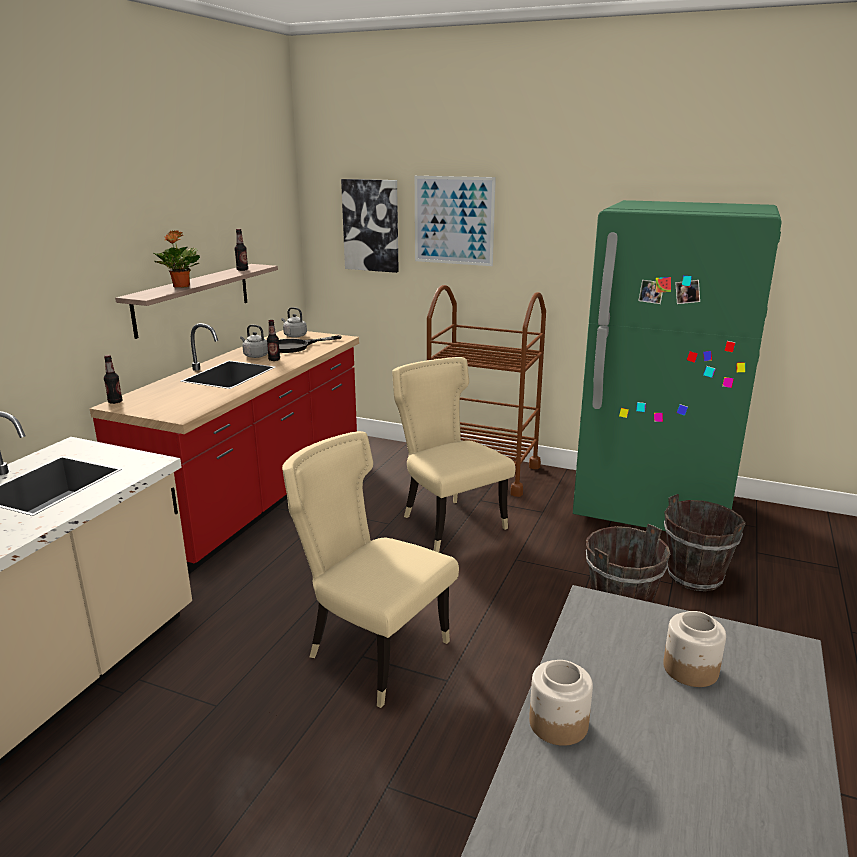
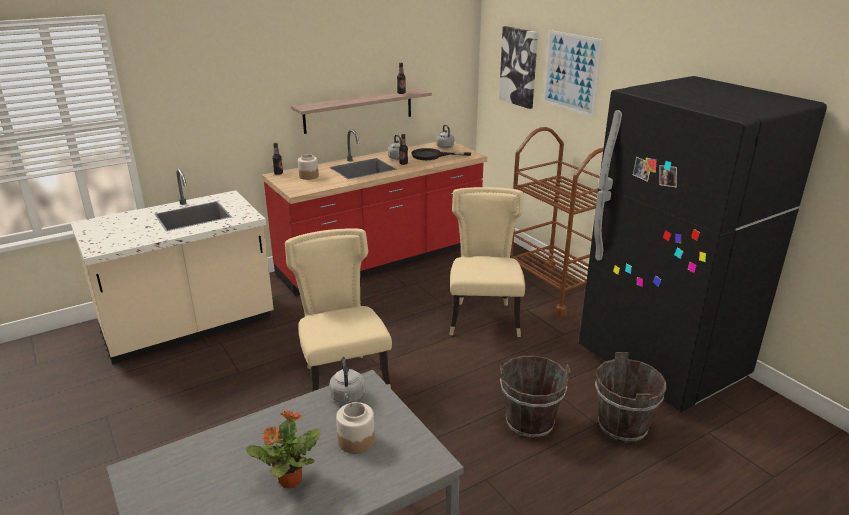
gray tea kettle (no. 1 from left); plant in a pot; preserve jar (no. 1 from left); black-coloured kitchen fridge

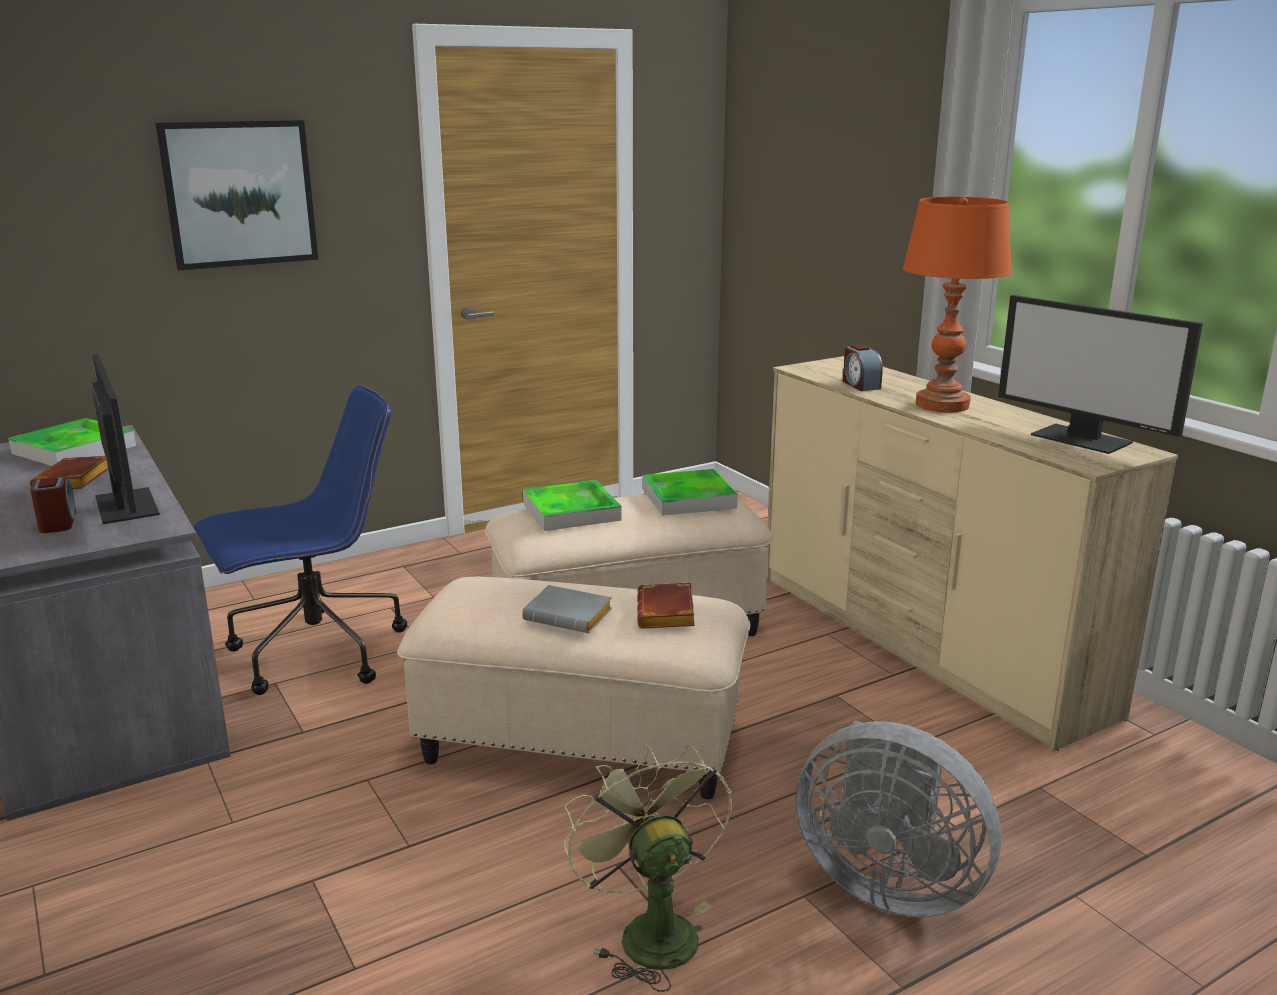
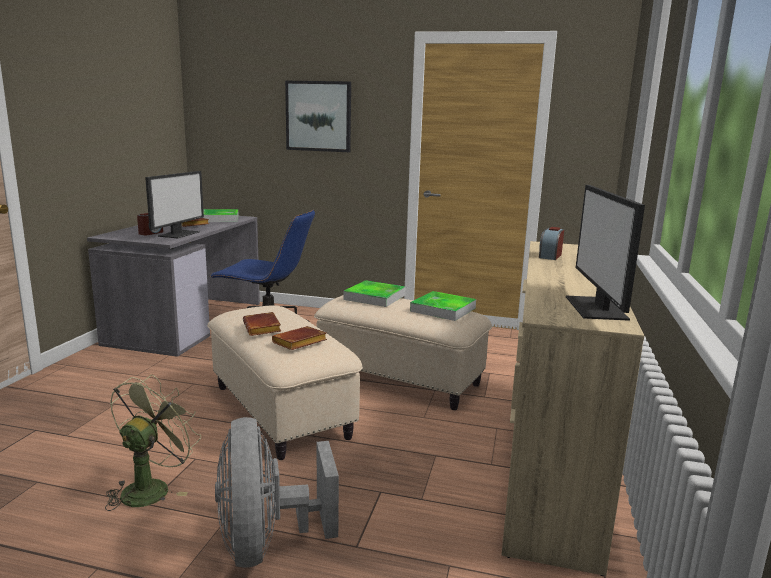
orangey lamp for a table; brown volume (no. 2 from left)

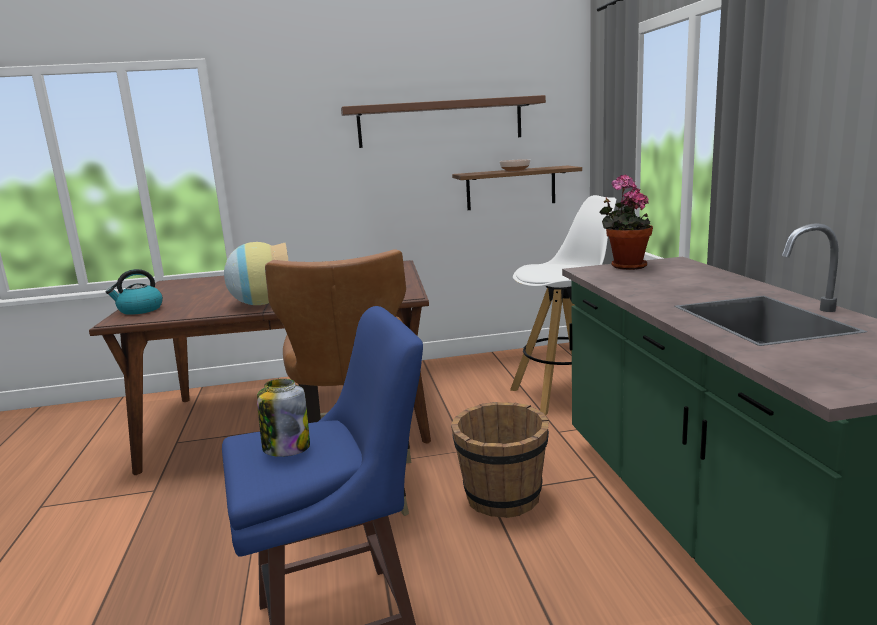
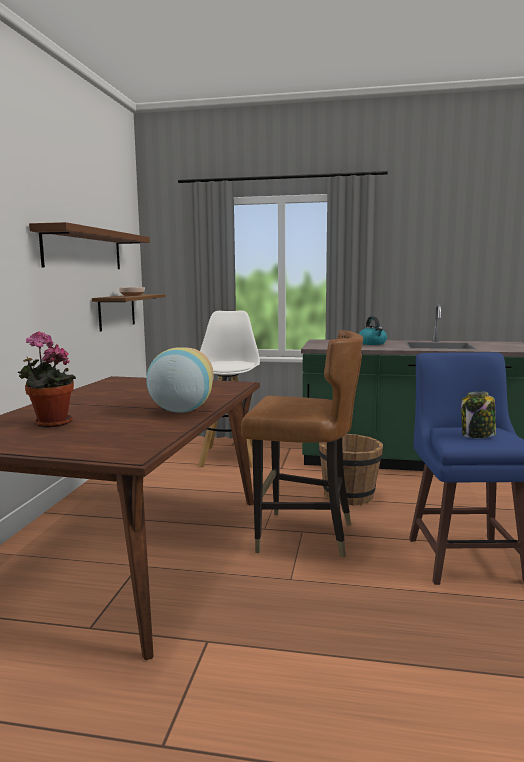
tea kettle; plant in a pot

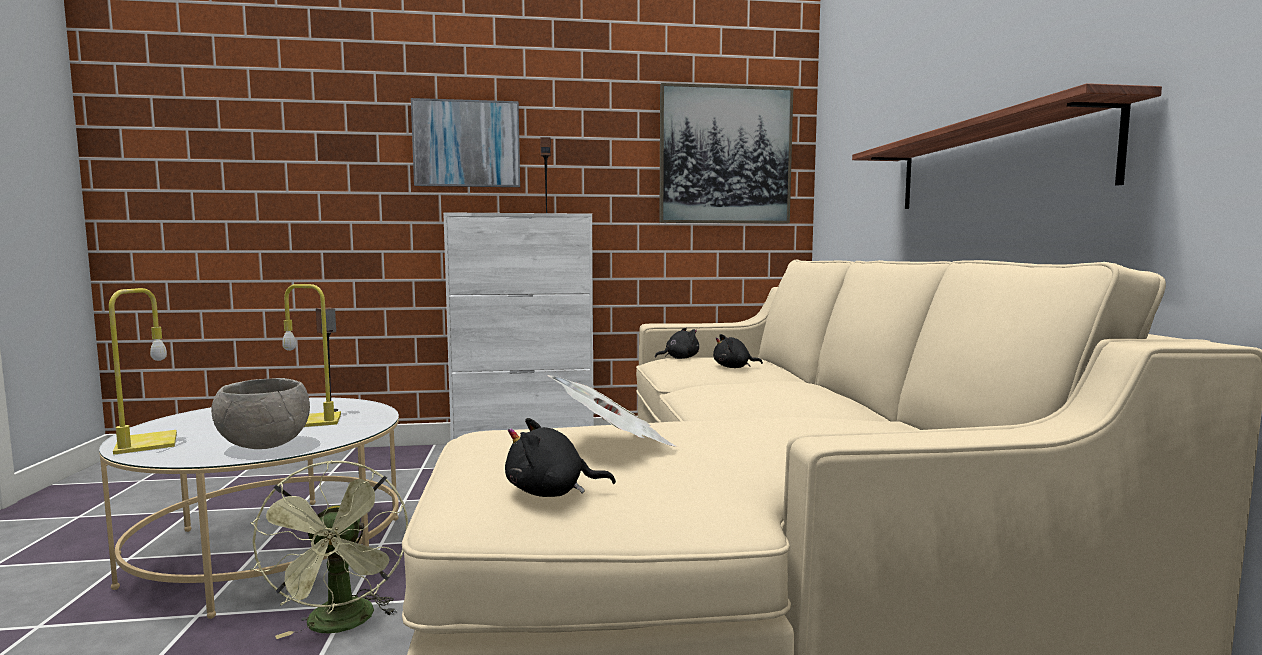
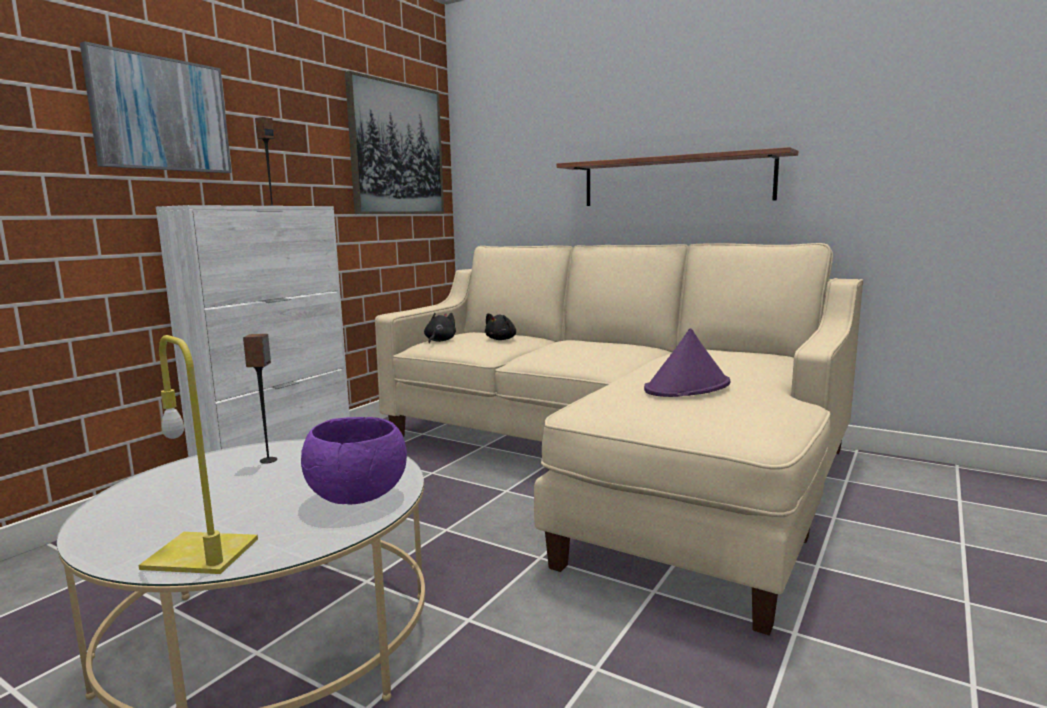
greenish cooling fan; yellow-coloured lamp for a table (no. 2 from left in the first image); black-coloured plush toy (no. 1 from left in the first image); purplish clothing hat; purplish serving bowl

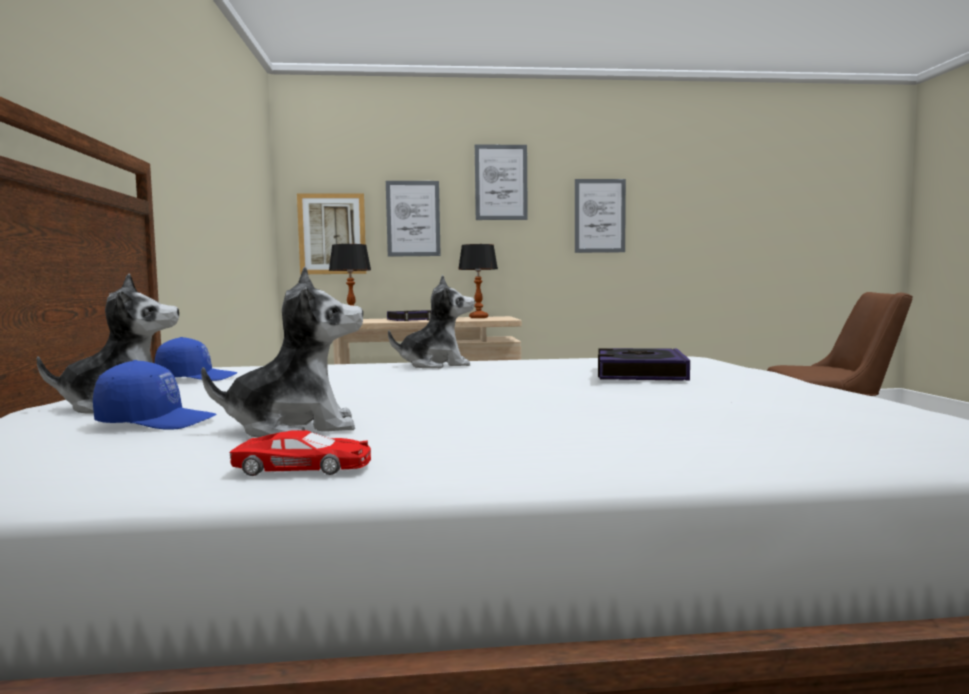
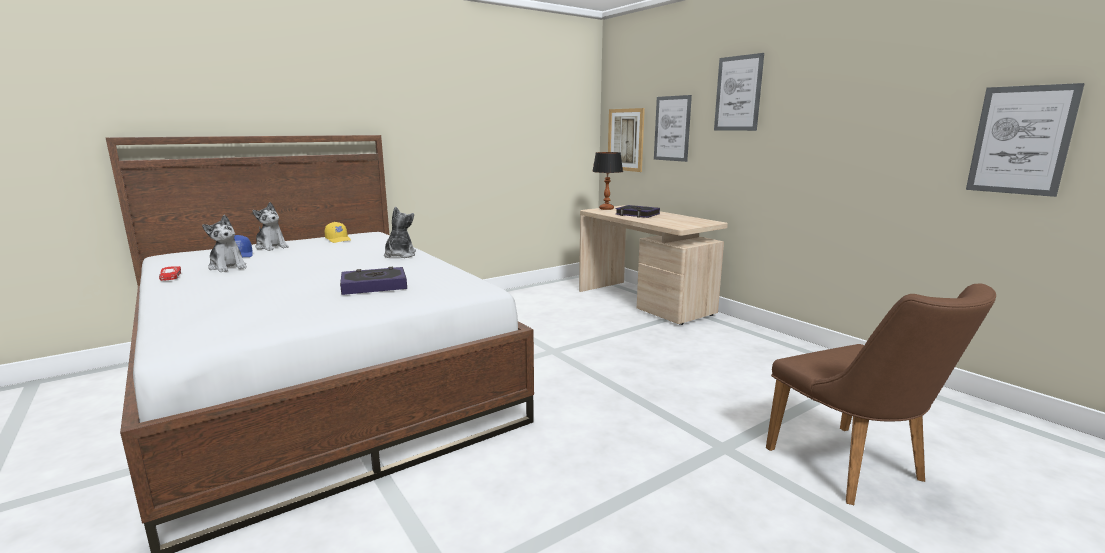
lamp for a table (no. 2 from left in the first image); wall picture (no. 4 from left); yellow-coloured baseball cap; plush toy (no. 3 from left)

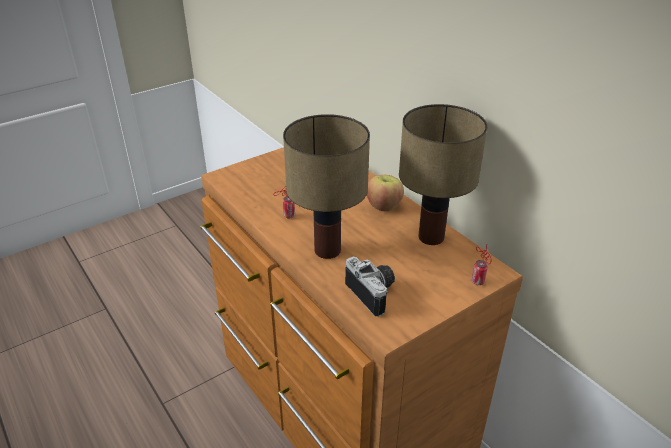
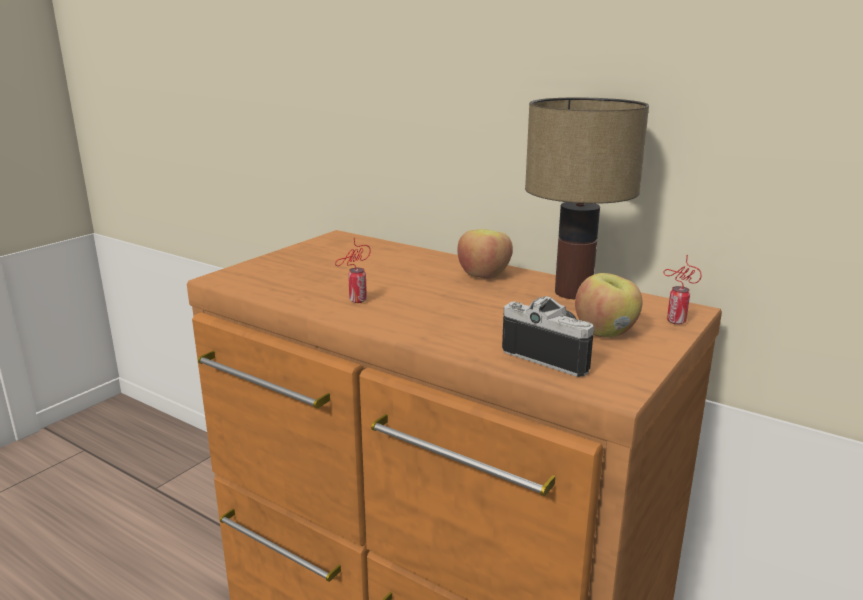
lamp for a table (no. 1 from left in the first image); apple fruit (no. 2 from left)

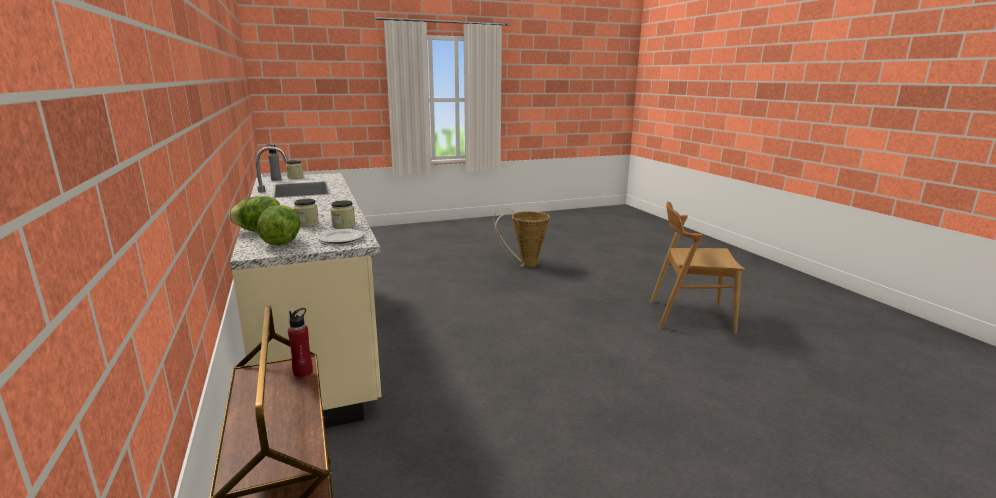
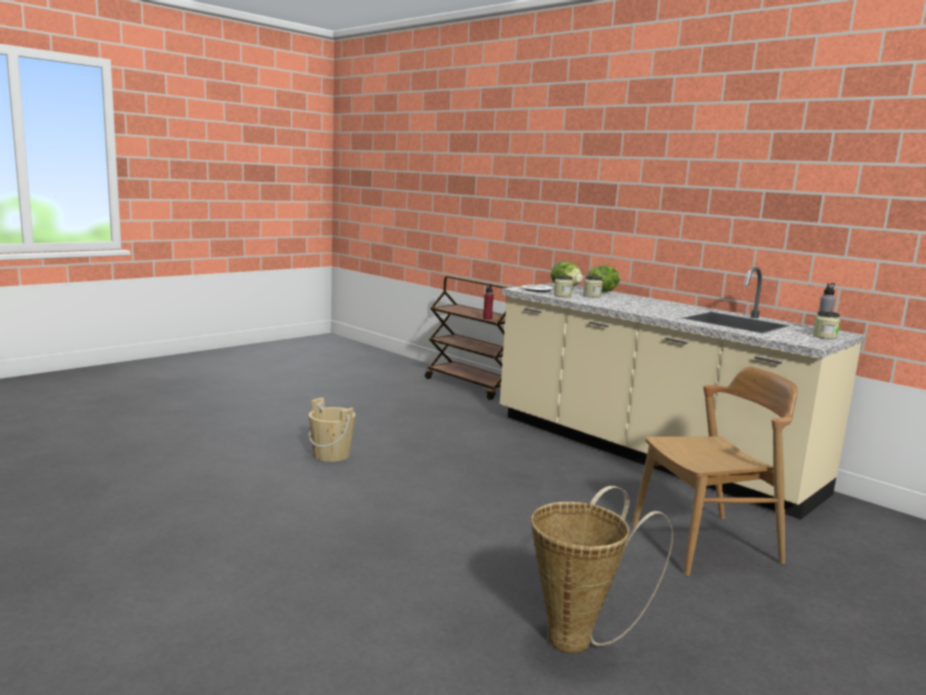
beige-coloured bucket; brown plain chair

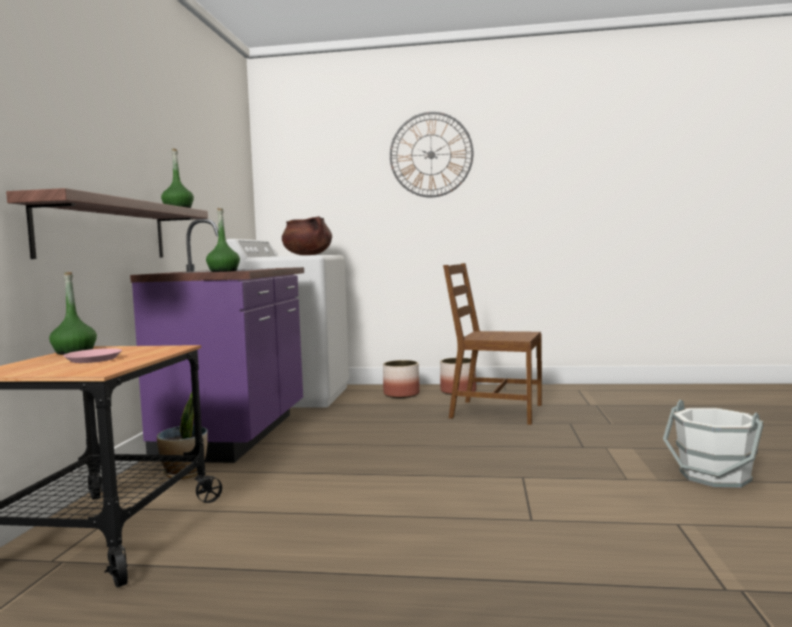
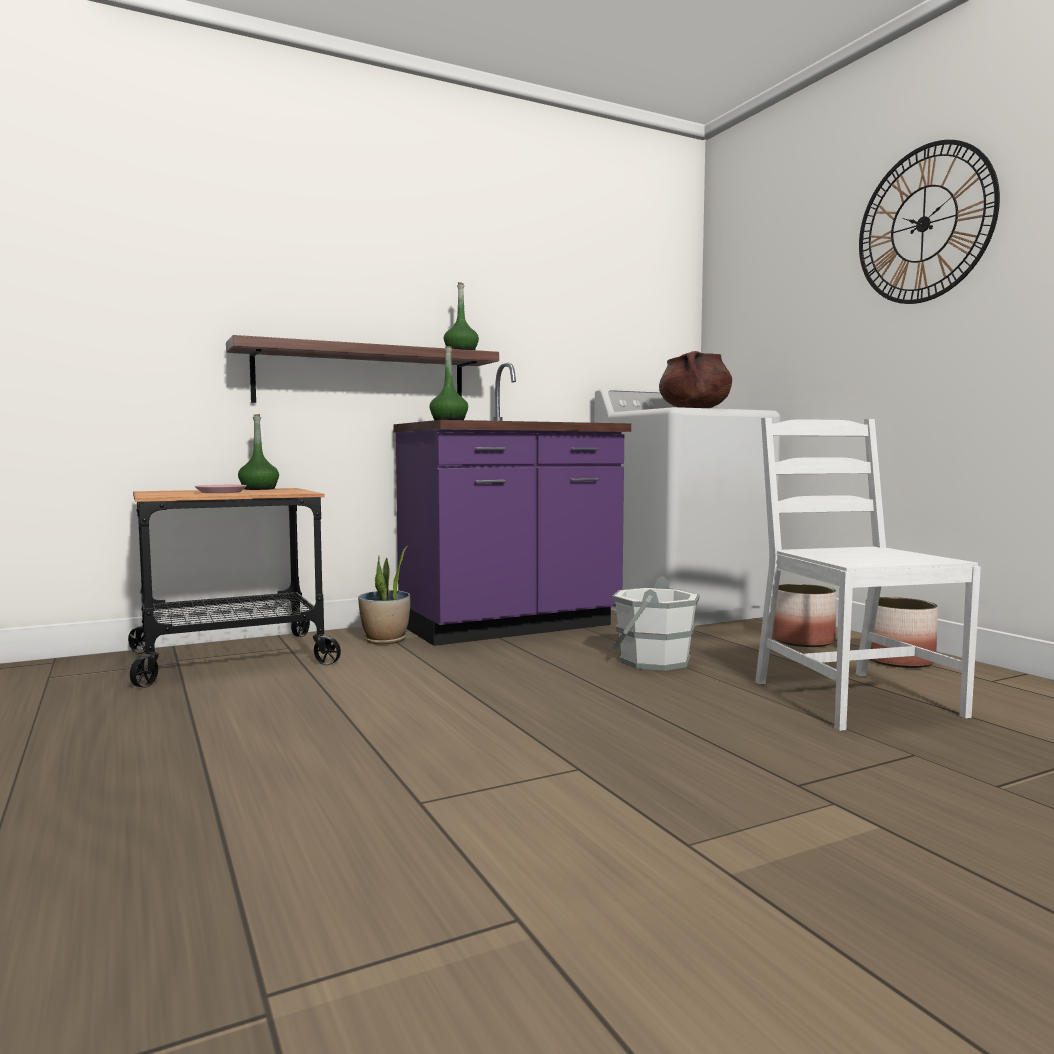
white-coloured bucket; white-coloured plain chair

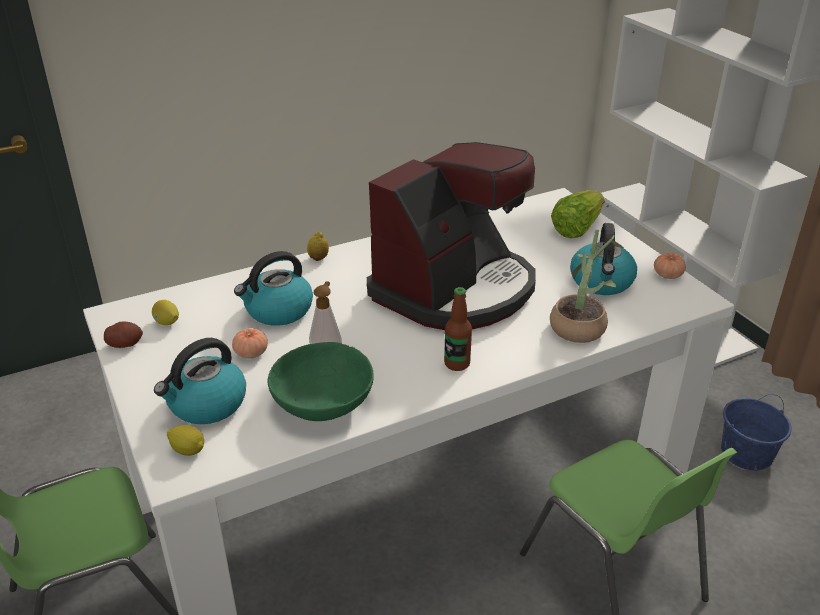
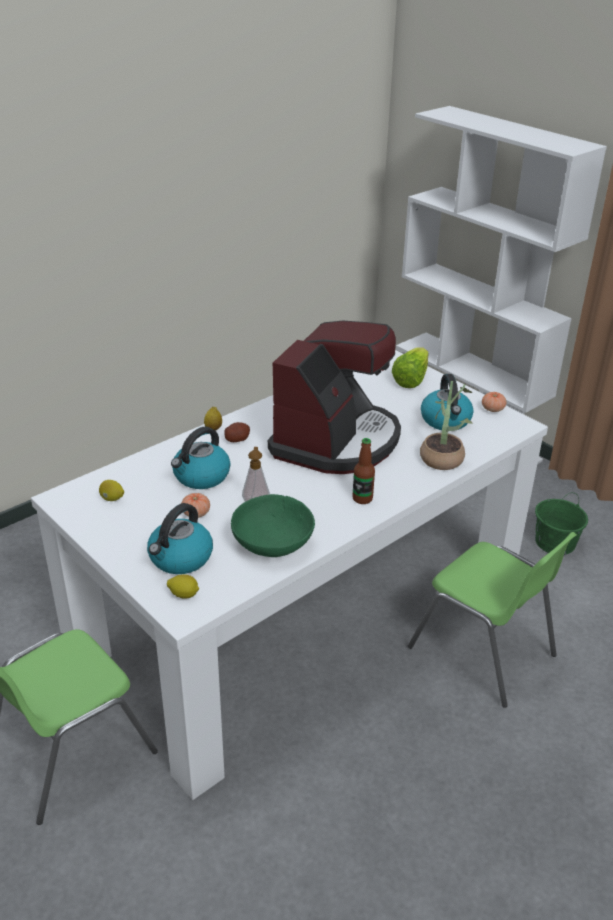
whole potato; greenish bucket

